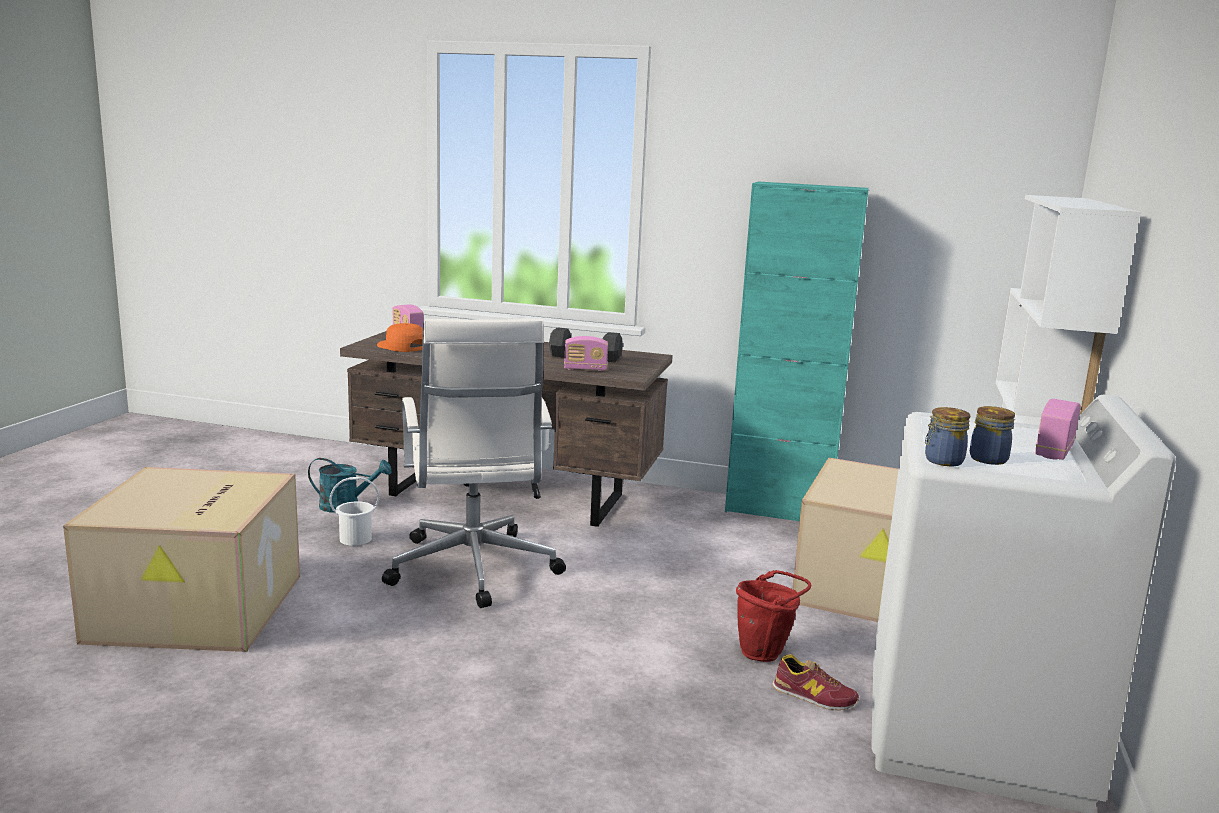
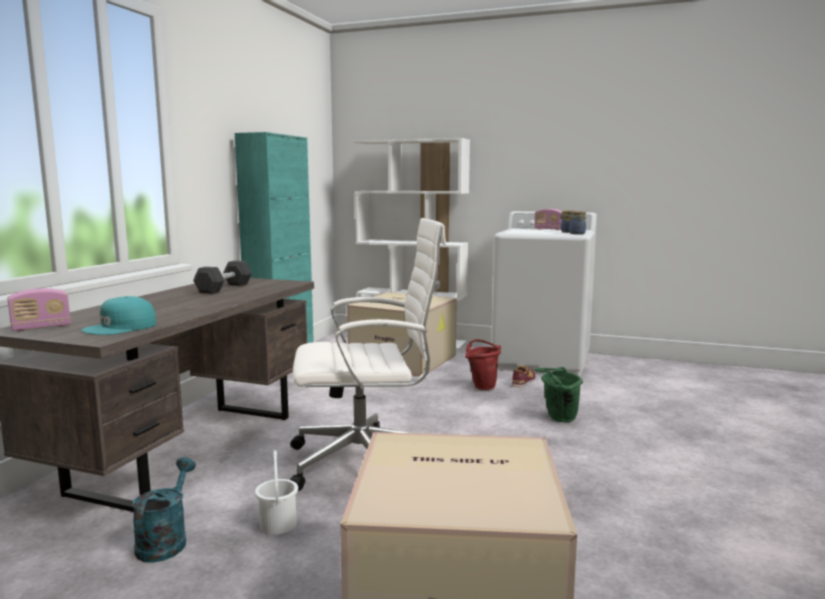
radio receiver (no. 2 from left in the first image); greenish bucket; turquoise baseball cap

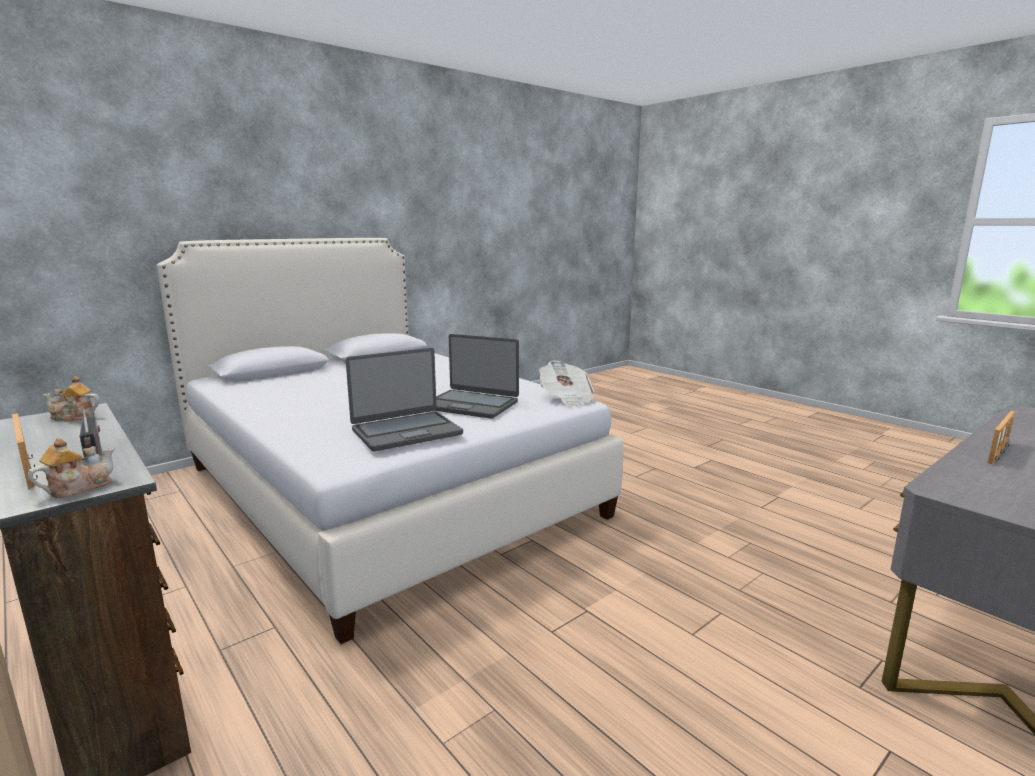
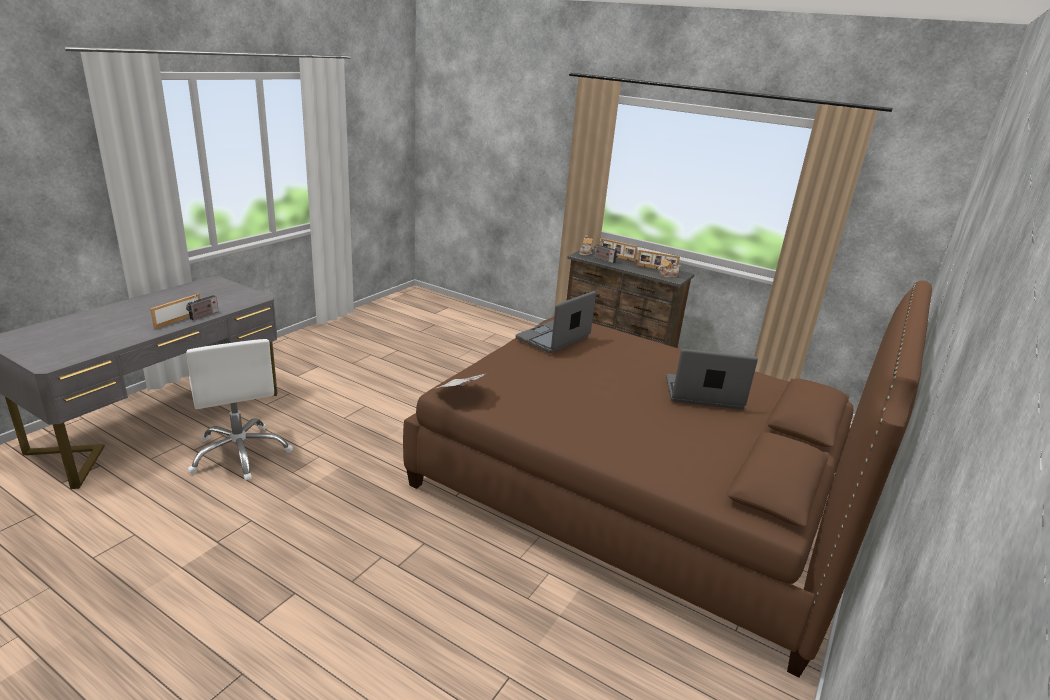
radio receiver (no. 1 from left); white-coloured office chair; photo frame (no. 3 from left); notebook computer (no. 2 from left); brown bed

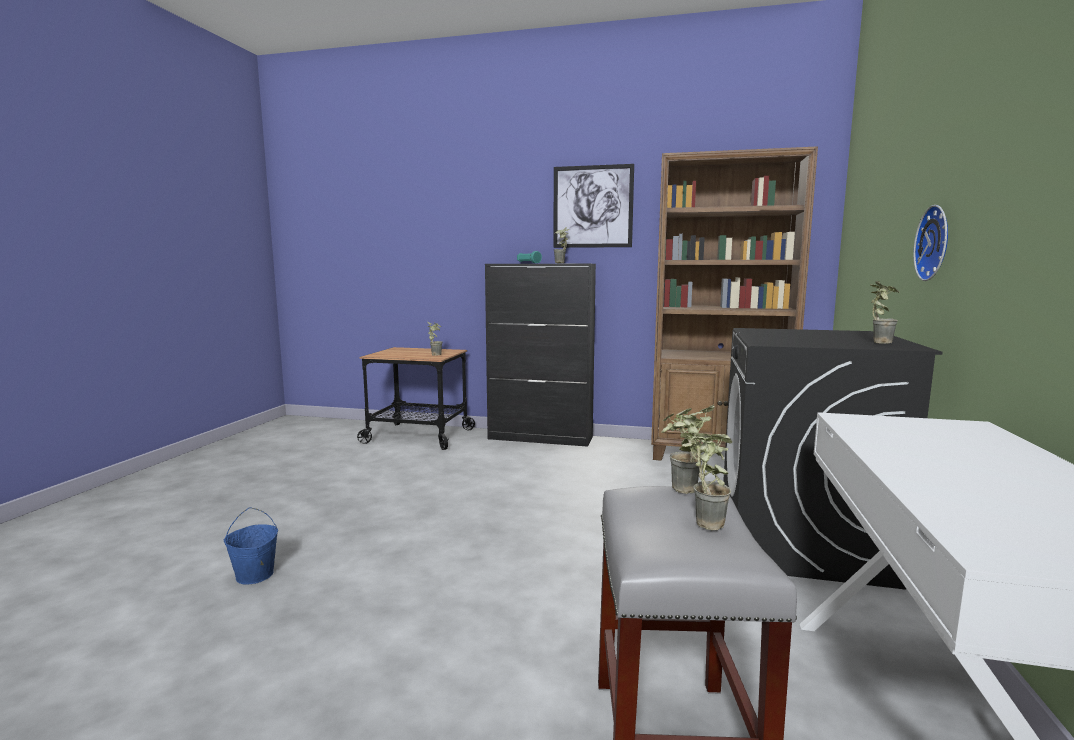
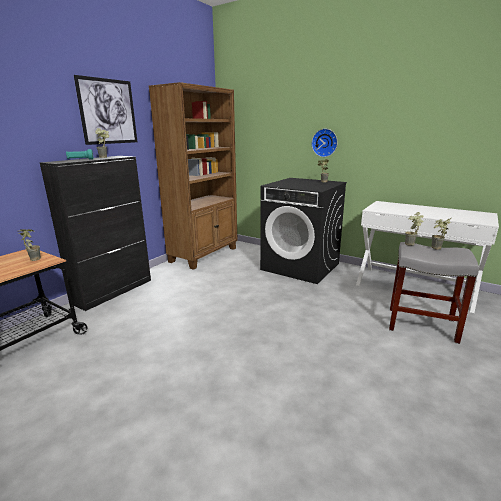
bluish bucket

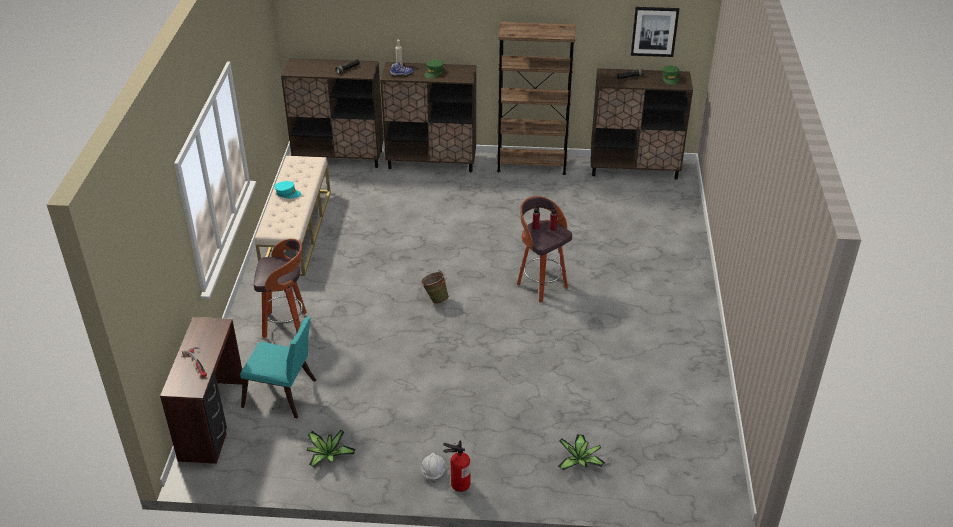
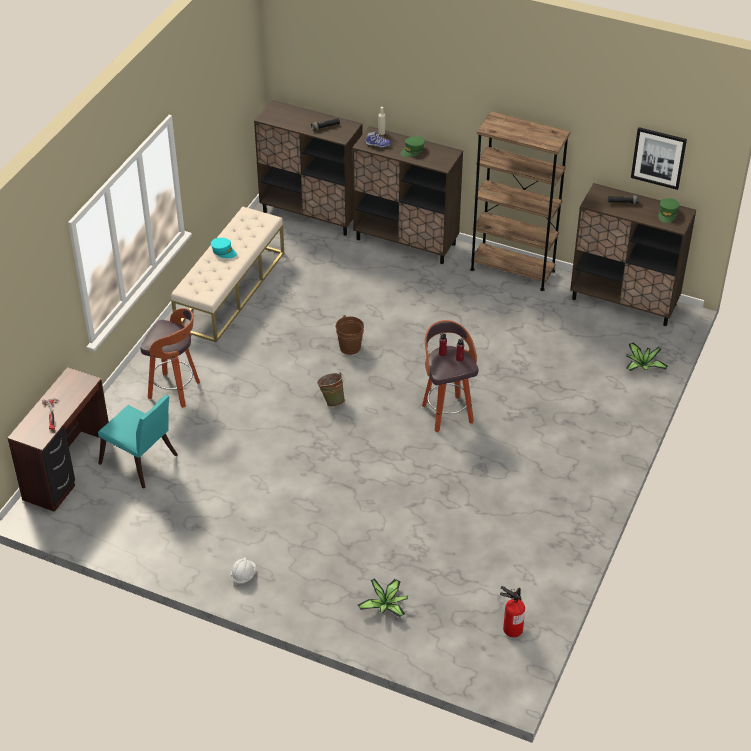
brown bucket; plant in a pot (no. 2 from left); extinguisher

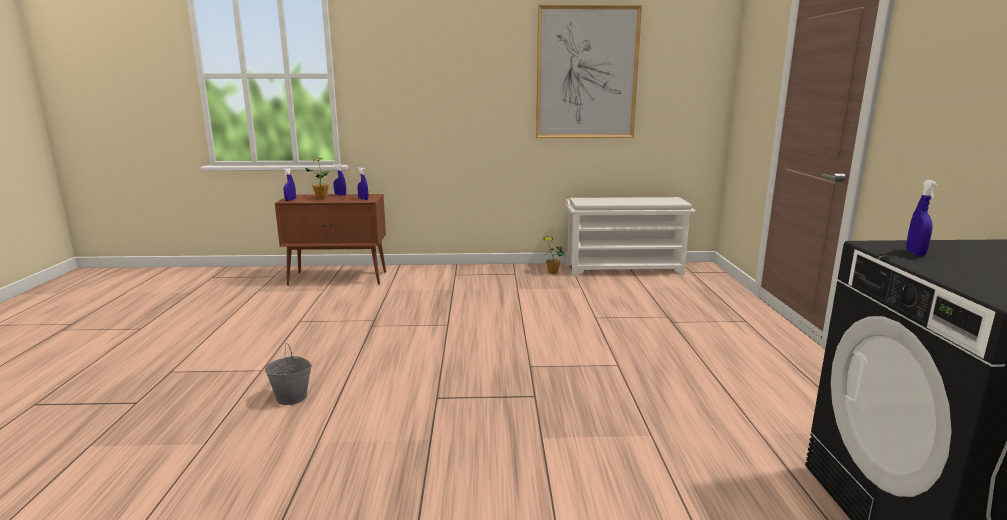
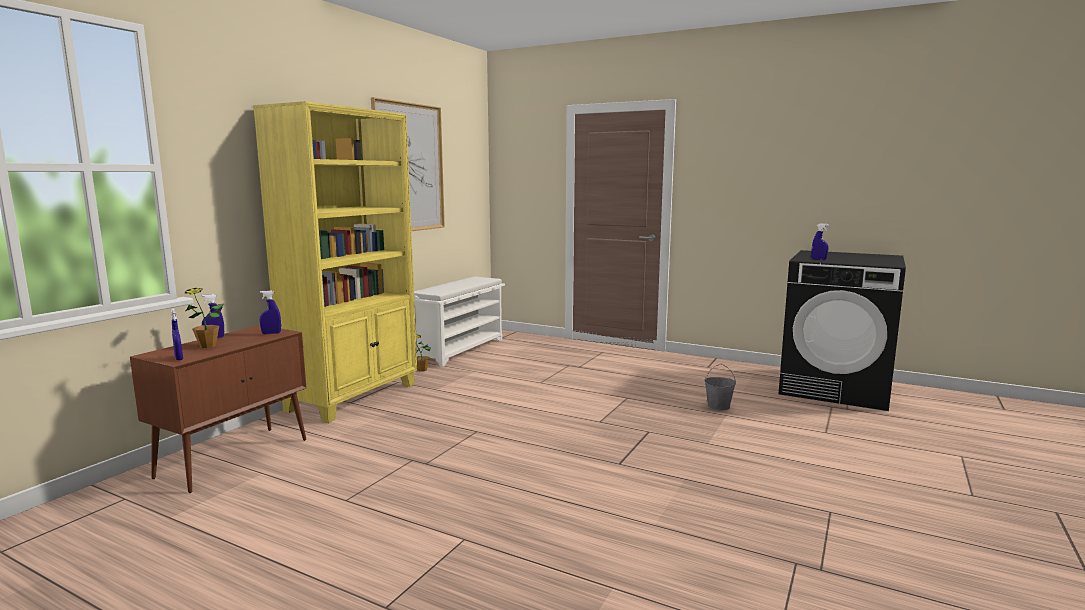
yellow-coloured bookcase; gray bucket

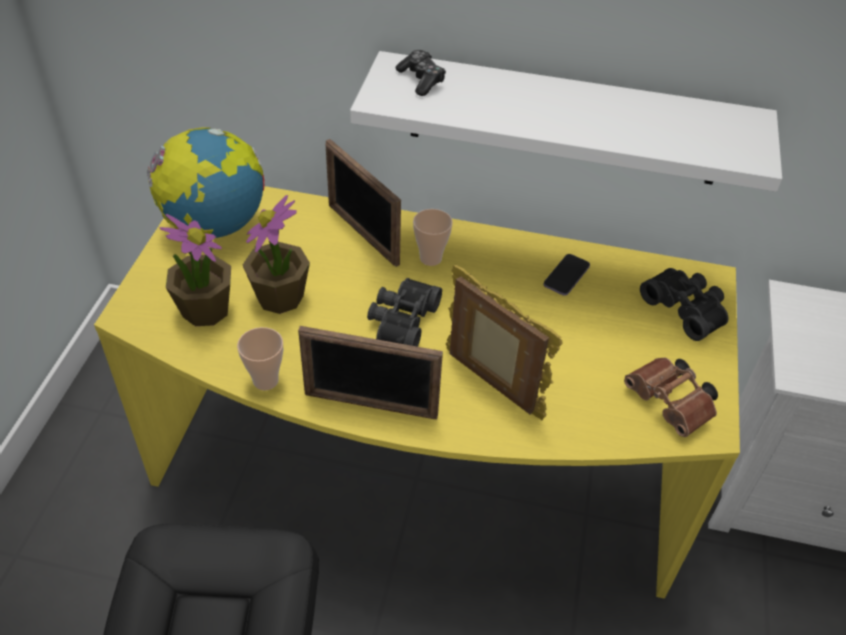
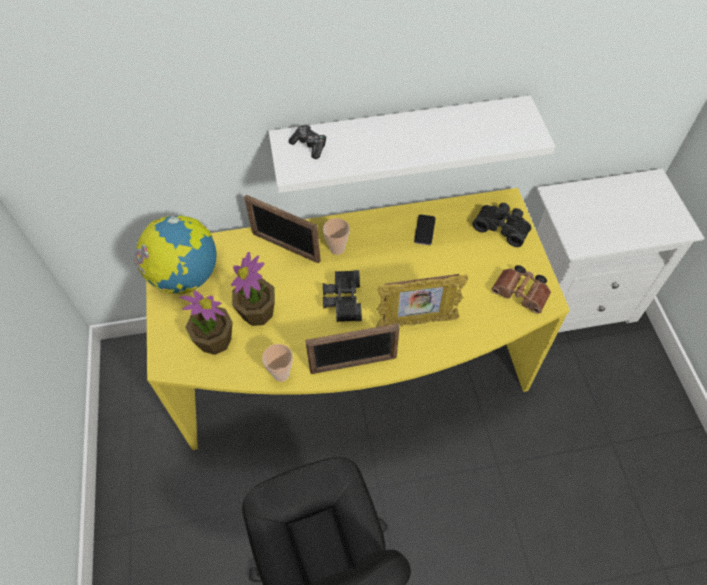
photo frame (no. 3 from left)

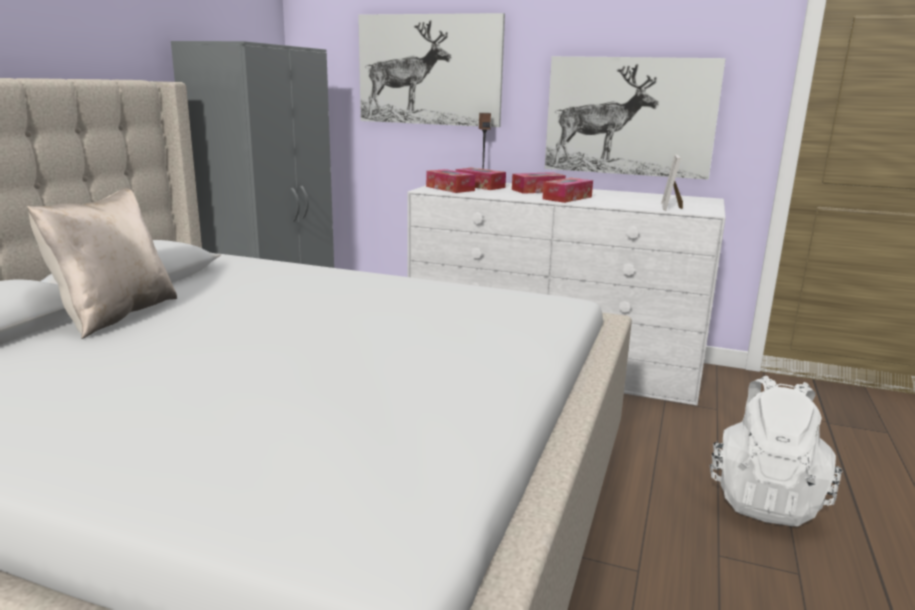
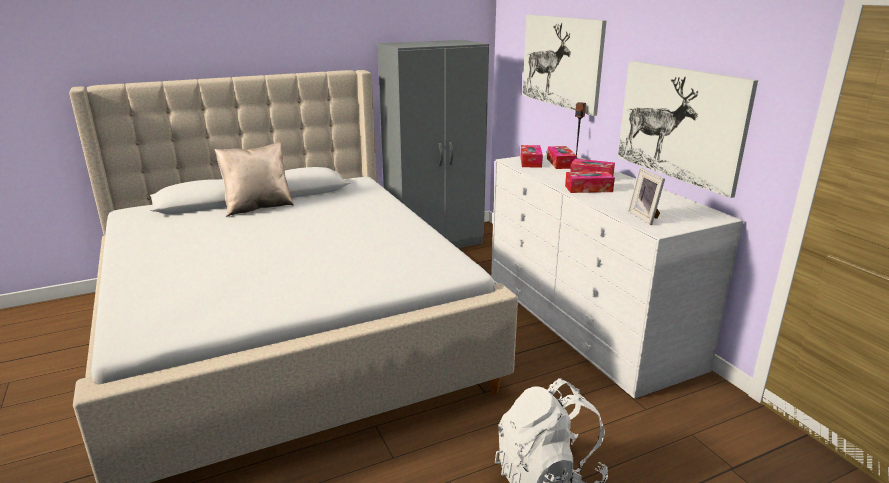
photo frame

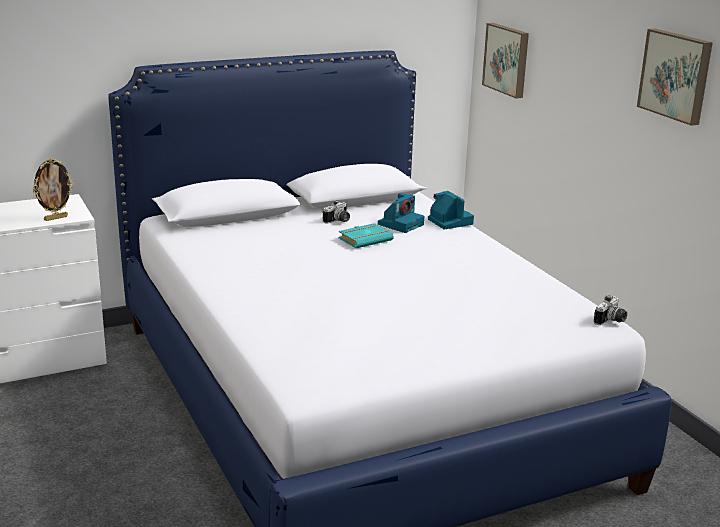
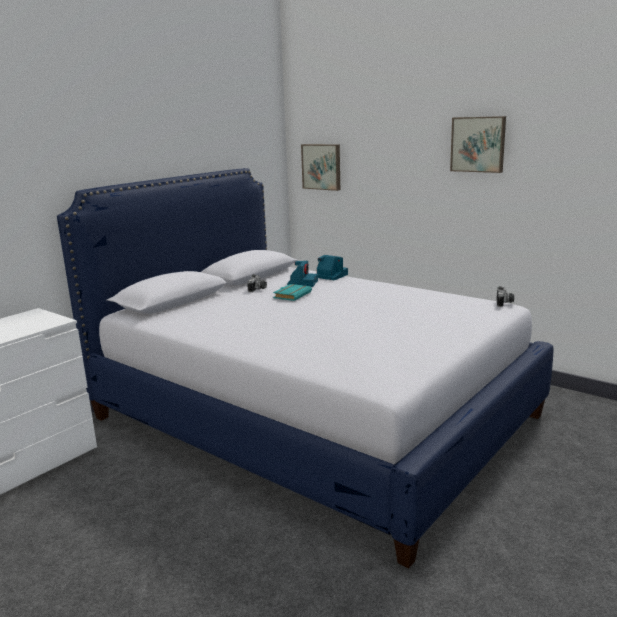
photo frame

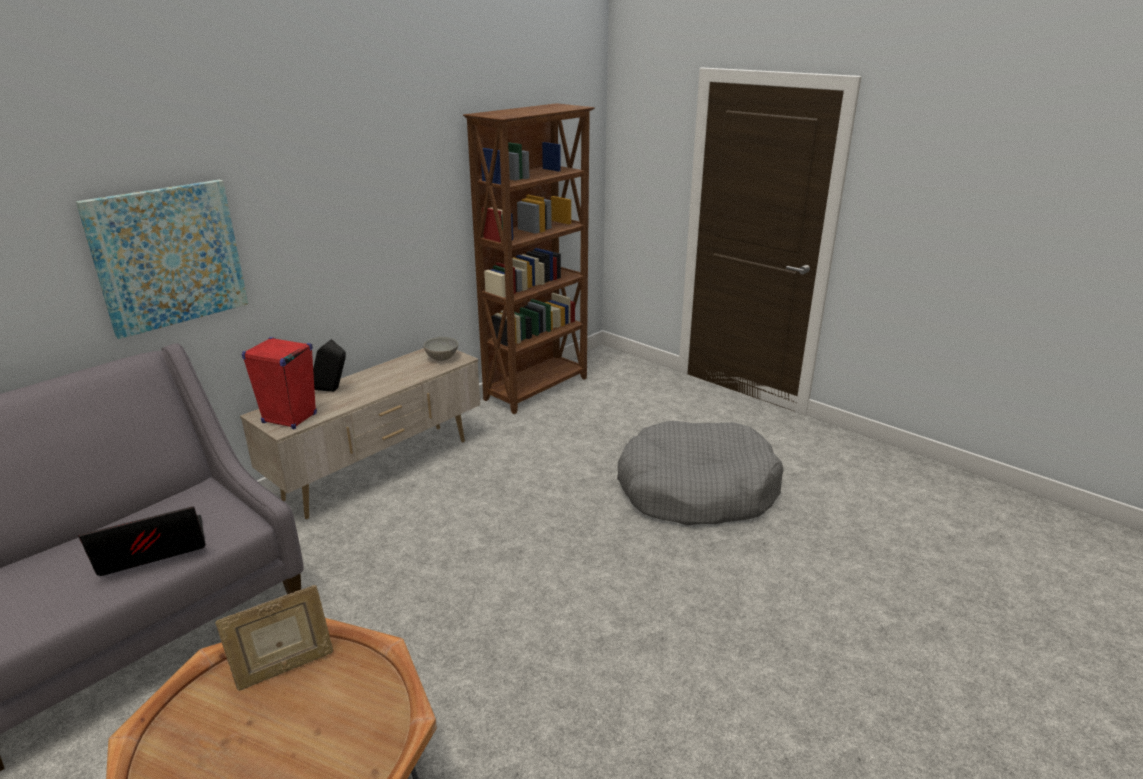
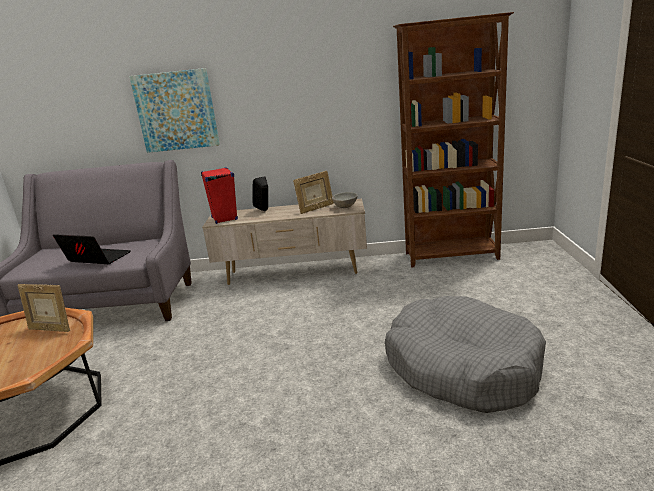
photo frame (no. 2 from left)

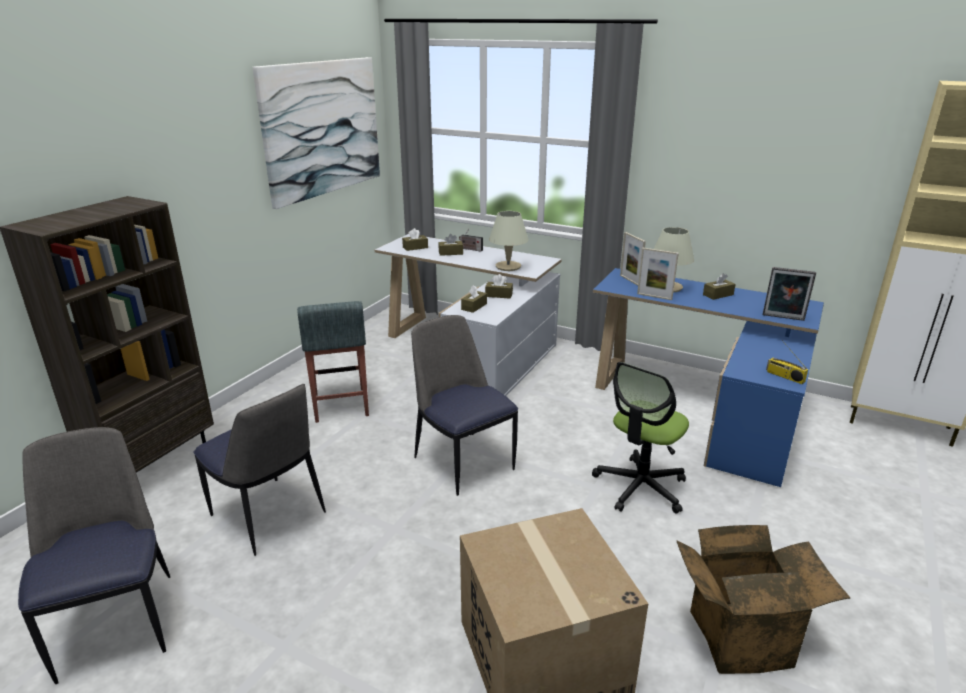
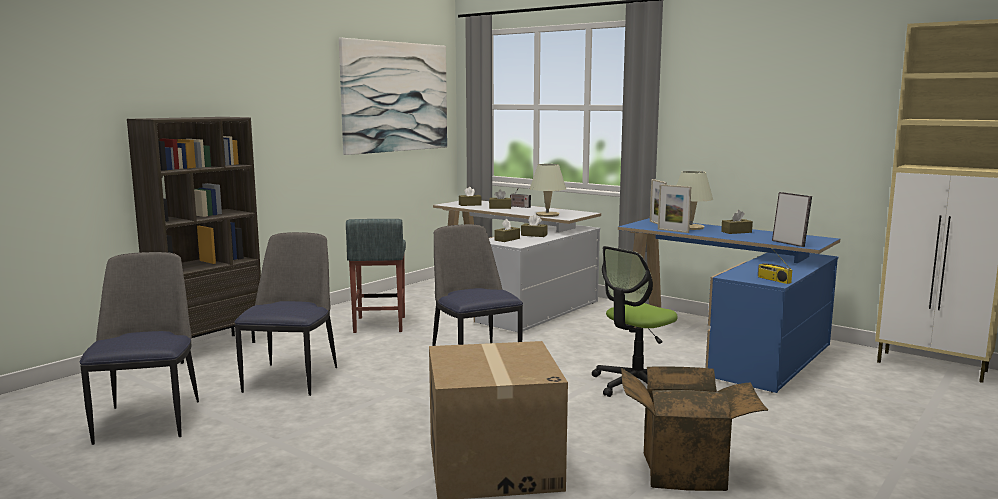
plain chair (no. 2 from left); photo frame (no. 3 from left)

